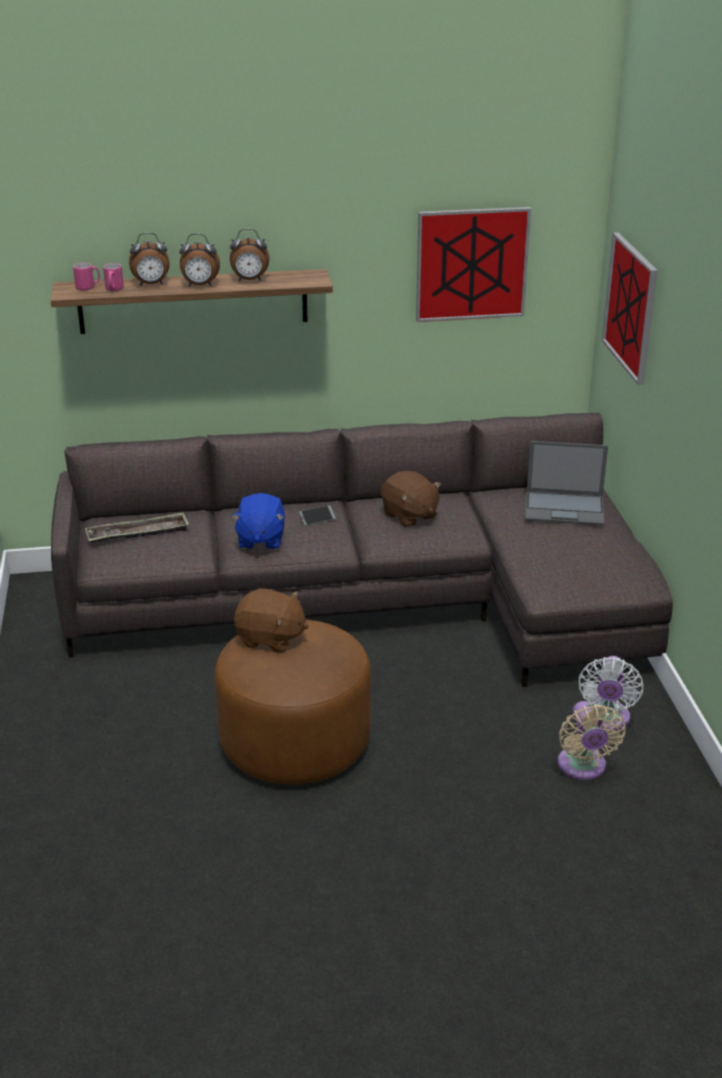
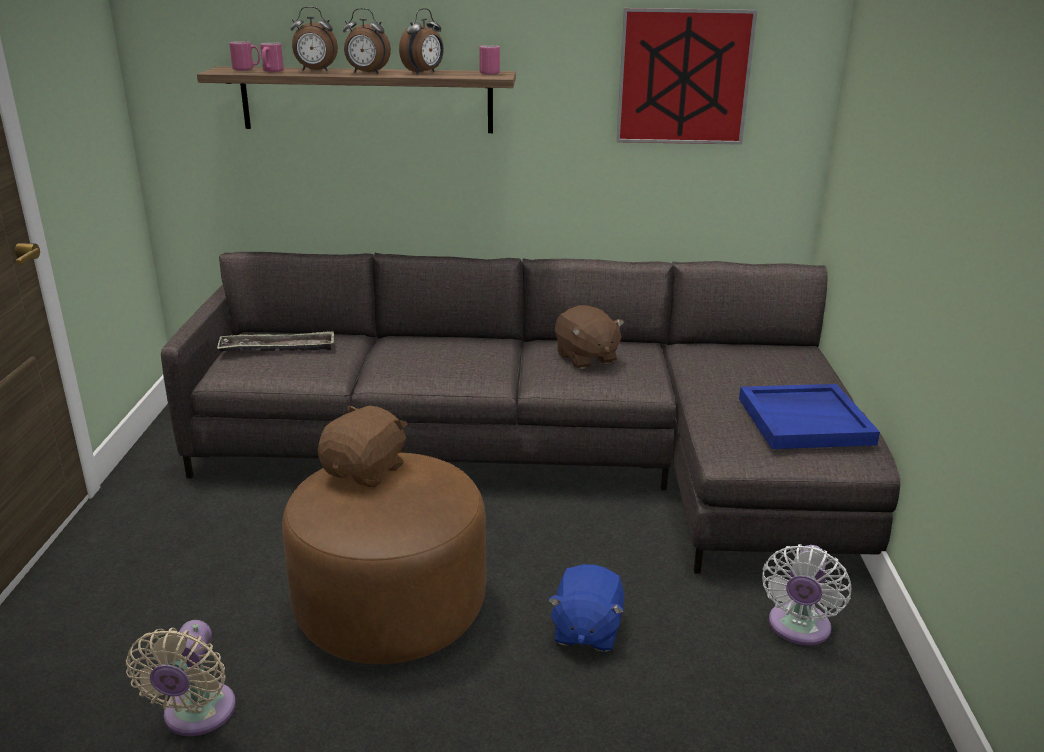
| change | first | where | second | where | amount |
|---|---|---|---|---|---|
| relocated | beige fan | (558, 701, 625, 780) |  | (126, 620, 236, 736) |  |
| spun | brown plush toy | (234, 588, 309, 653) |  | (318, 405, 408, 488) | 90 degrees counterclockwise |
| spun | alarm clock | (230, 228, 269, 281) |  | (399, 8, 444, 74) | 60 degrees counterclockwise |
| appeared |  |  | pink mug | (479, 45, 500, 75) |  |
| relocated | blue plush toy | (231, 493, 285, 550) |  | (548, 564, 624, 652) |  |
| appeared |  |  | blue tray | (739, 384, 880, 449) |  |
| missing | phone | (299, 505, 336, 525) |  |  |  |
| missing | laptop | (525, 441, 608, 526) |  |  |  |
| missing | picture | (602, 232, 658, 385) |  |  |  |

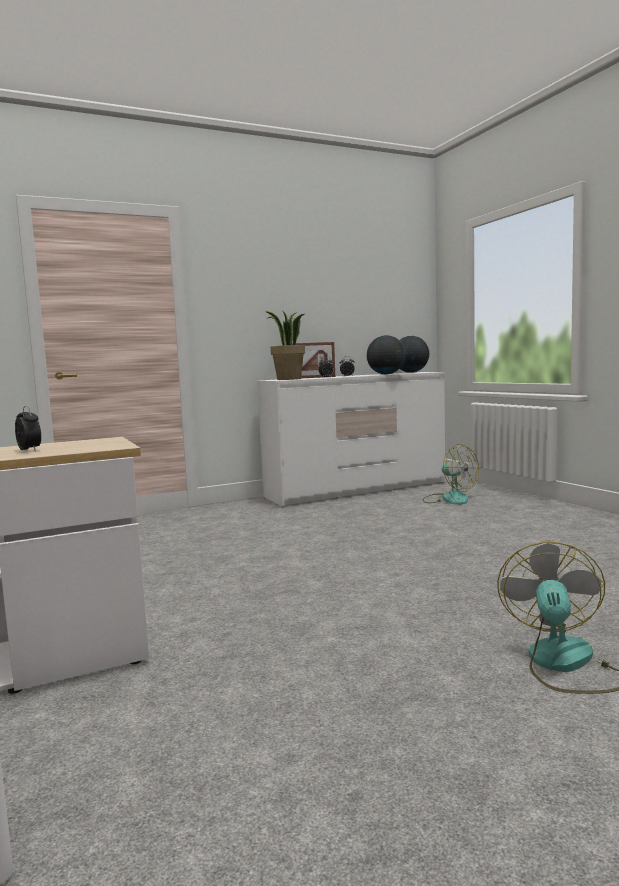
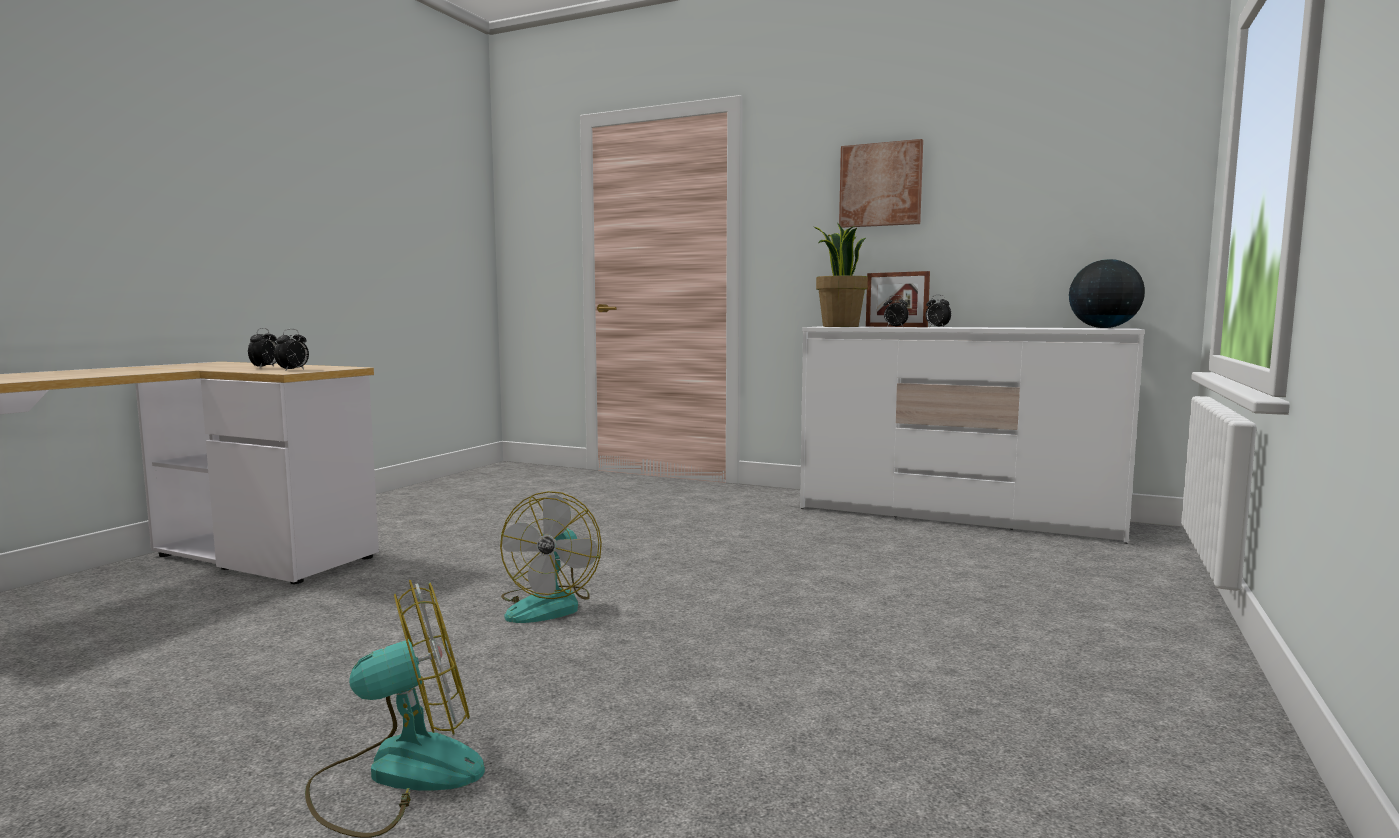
| change | first | where | second | where | amount |
|---|---|---|---|---|---|
| appeared |  |  | alarm clock | (274, 329, 309, 370) |  |
| relocated | fan | (422, 444, 479, 505) |  | (500, 491, 602, 623) |  |
| appeared |  |  | picture | (839, 139, 923, 228) |  |
| missing | globe | (367, 335, 406, 374) |  |  |  |

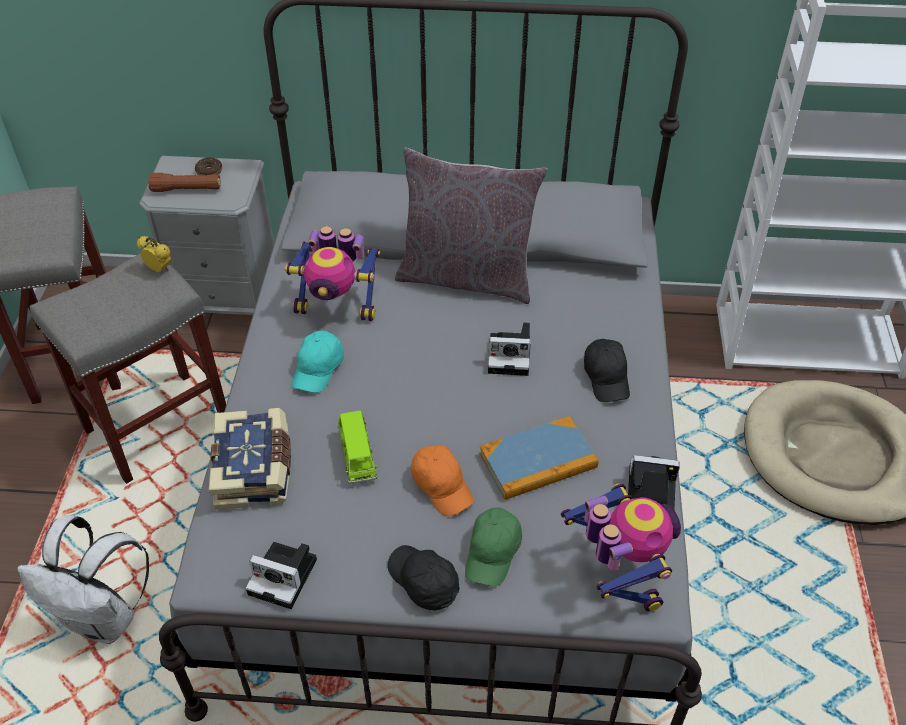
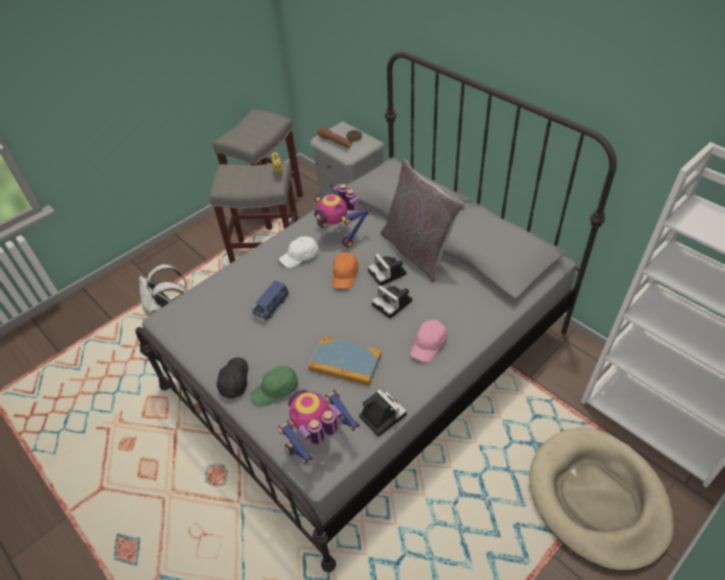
| change | first | where | second | where | amount |
|---|---|---|---|---|---|
| colour | green toy car | (338, 411, 378, 484) | blue toy car | (252, 281, 289, 321) |  |
| spun | toy robot | (561, 483, 681, 611) |  | (278, 390, 360, 464) | 150 degrees counterclockwise |
| colour | turquoise cap | (291, 331, 344, 393) | white cap | (279, 236, 318, 268) |  |
| relocated | orange cap | (411, 445, 474, 516) |  | (332, 252, 359, 289) |  |
| relocated | photo camera | (246, 542, 317, 609) |  | (368, 253, 407, 286) |  |
| colour | black cap | (584, 339, 630, 402) | pink cap | (410, 320, 447, 362) |  |
| missing | book | (209, 408, 291, 510) |  |  |  |

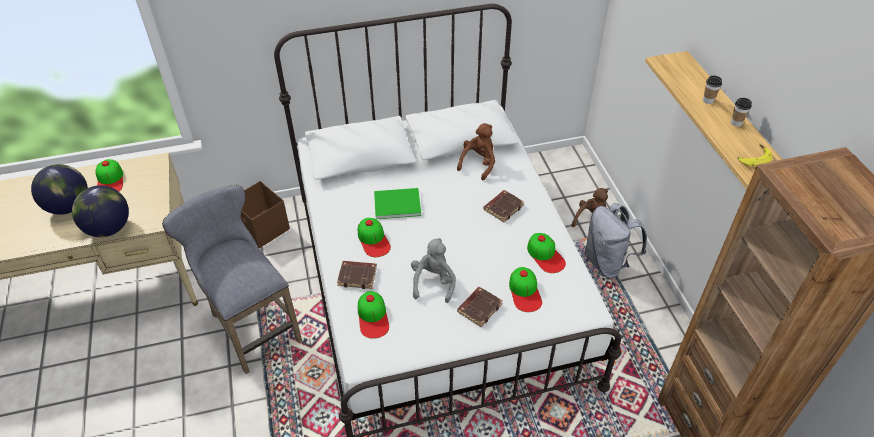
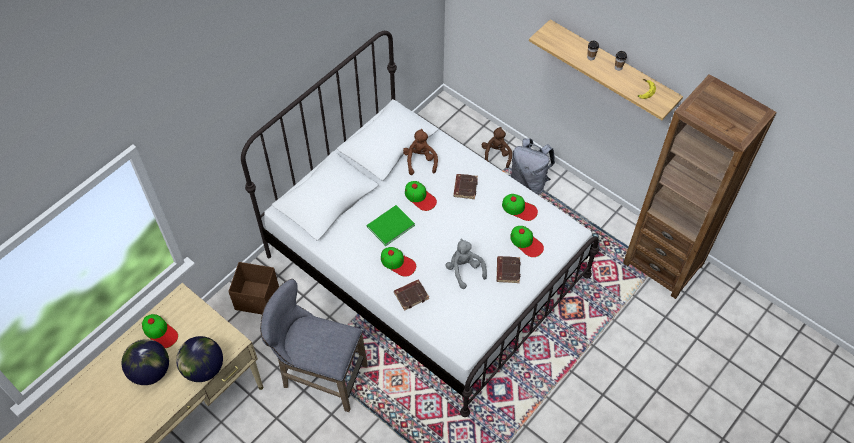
| change | first | where | second | where | amount |
|---|---|---|---|---|---|
| relocated | cap | (358, 291, 389, 339) |  | (405, 181, 437, 211) |  |

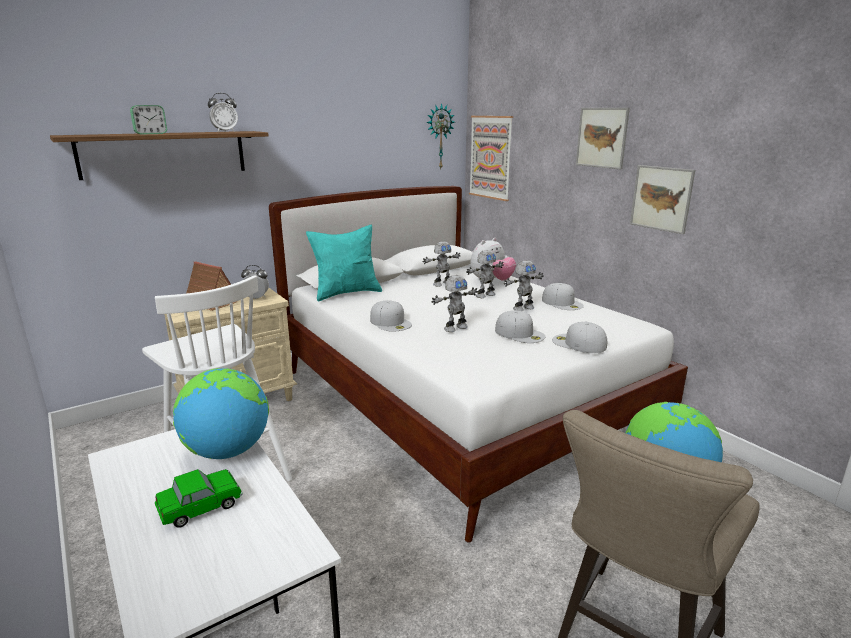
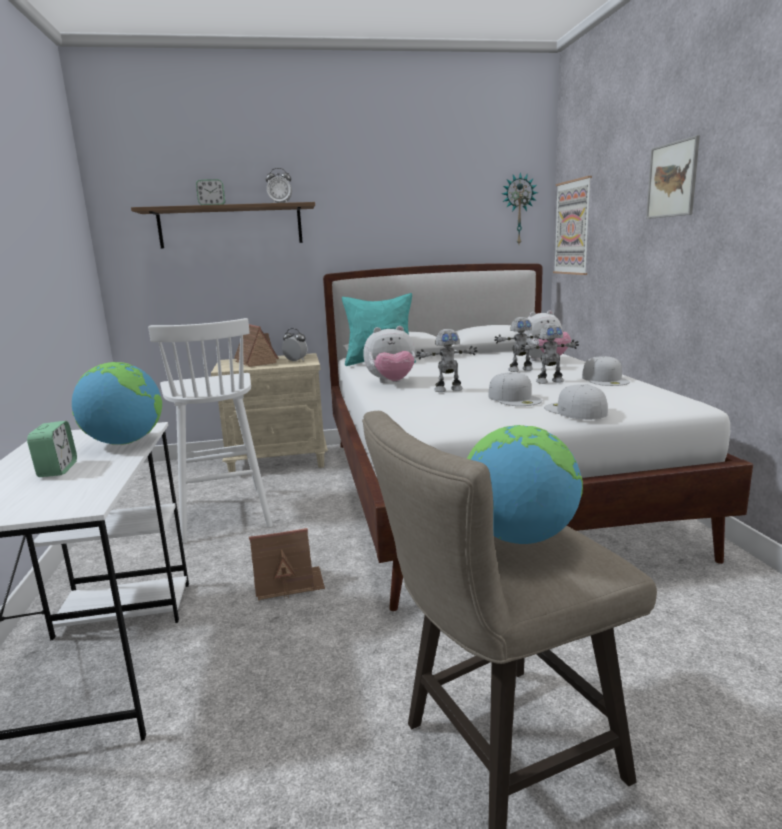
| change | first | where | second | where | amount |
|---|---|---|---|---|---|
| exchanged | toy car | (155, 469, 243, 528) | alarm clock | (27, 421, 77, 477) |  |
| appeared |  |  | toy house | (249, 528, 325, 600) |  |
| exchanged | white cap | (370, 300, 412, 332) | plush toy | (363, 326, 415, 383) |  |
| missing | toy robot | (422, 241, 461, 287) |  |  |  |
| missing | picture | (630, 165, 695, 234) |  |  |  |

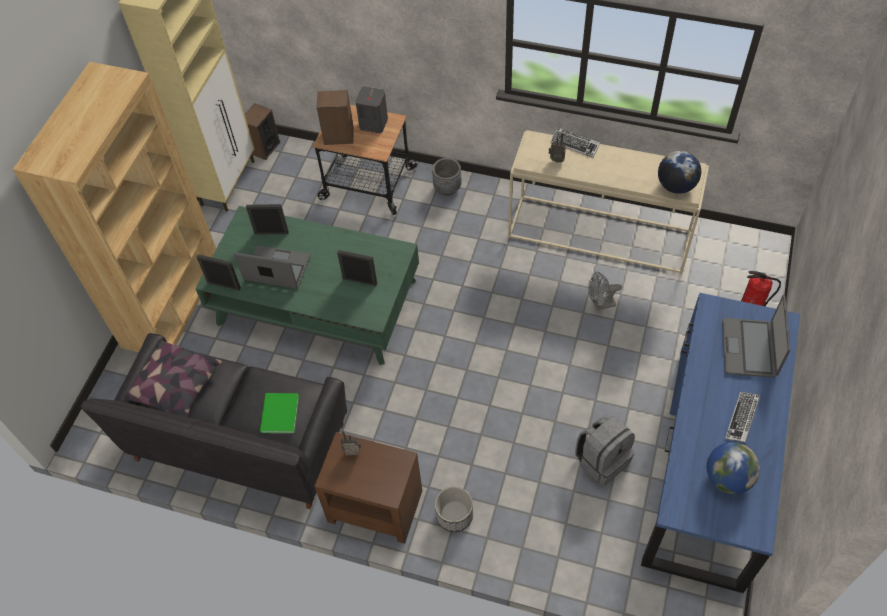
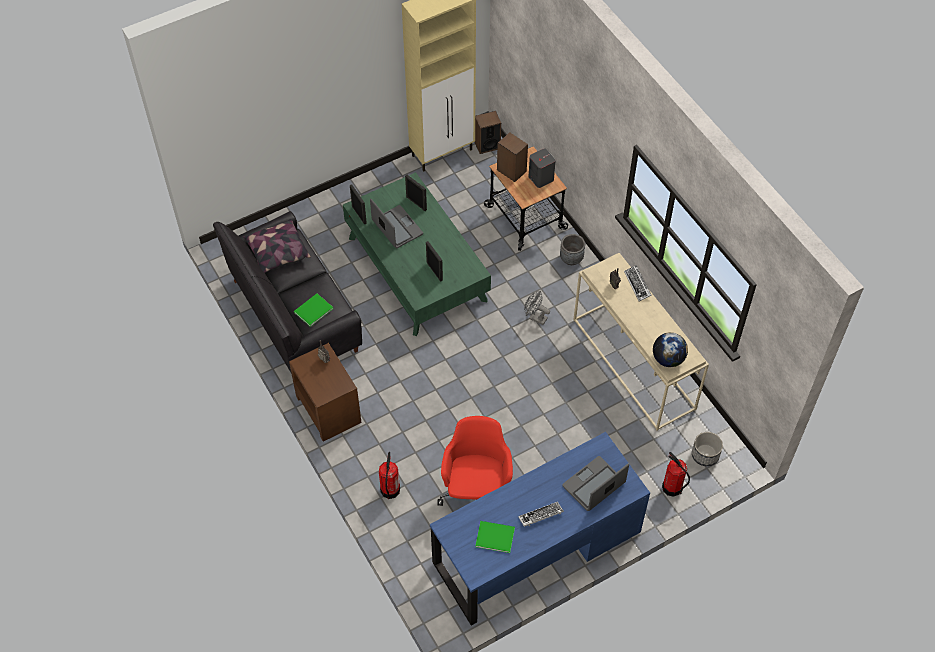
| change | first | where | second | where | amount |
|---|---|---|---|---|---|
| appeared |  |  | fire extinguisher | (379, 452, 400, 499) |  |
| exchanged | grey backpack | (575, 416, 635, 486) | red office chair | (437, 416, 513, 506) |  |
| exchanged | globe | (707, 442, 760, 494) | green book | (475, 521, 515, 553) |  |
| relocated | grey fan | (588, 272, 622, 311) |  | (524, 291, 550, 325) |  |
| relocated | planter | (435, 486, 473, 532) |  | (692, 432, 723, 466) |  |
| missing | brown bookcase | (13, 62, 216, 352) |  |  |  |

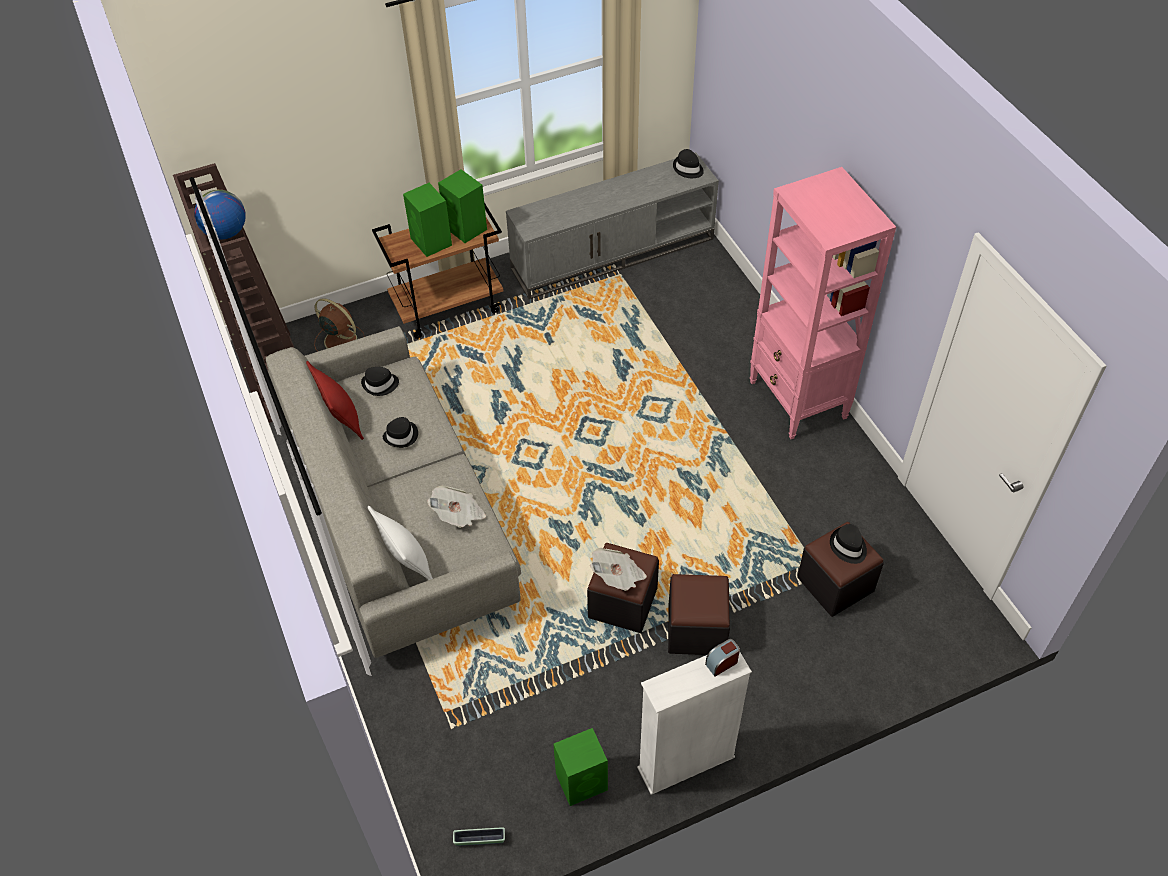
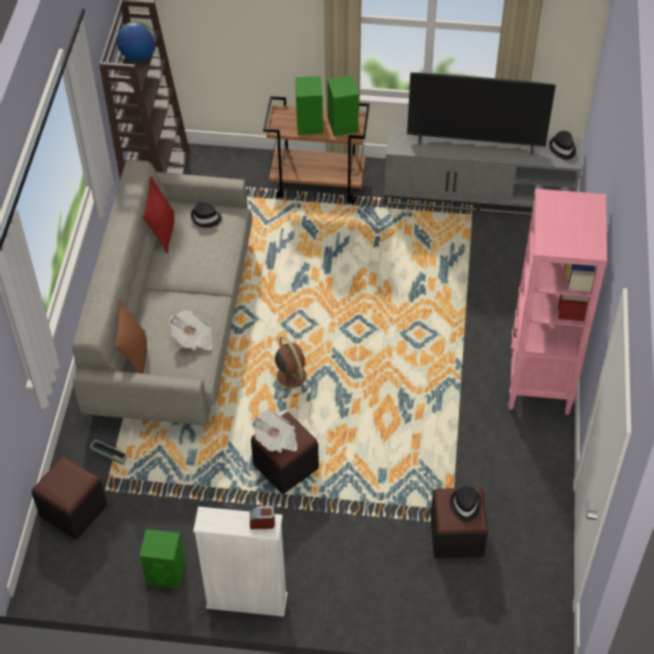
| change | first | where | second | where | amount |
|---|---|---|---|---|---|
| relocated | black ottoman | (668, 574, 730, 655) |  | (32, 456, 107, 540) |  |
| relocated | planter | (453, 827, 505, 846) |  | (90, 440, 127, 464) |  |
| colour | white pillow | (368, 506, 433, 580) | brown pillow | (116, 299, 147, 374) |  |
| relocated | brown fan | (314, 298, 365, 352) |  | (272, 336, 315, 397) |  |
| appeared |  |  | television | (407, 72, 556, 155) |  |
| missing | black hat | (383, 417, 418, 448) |  |  |  |

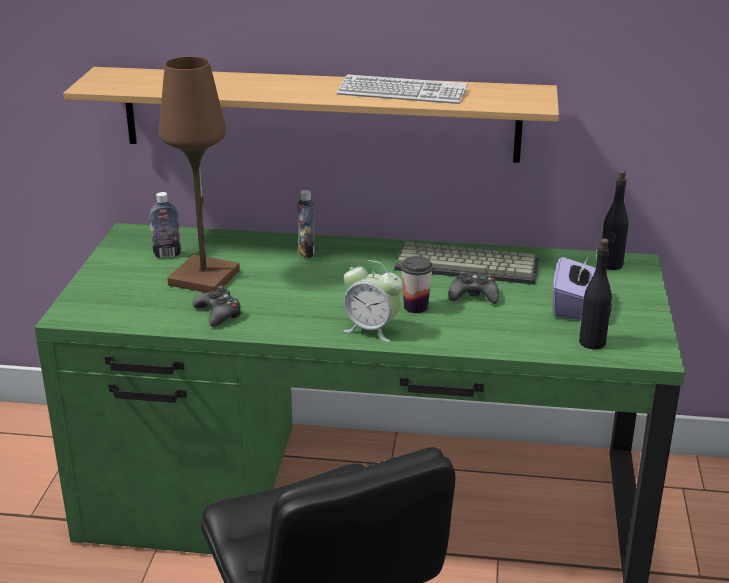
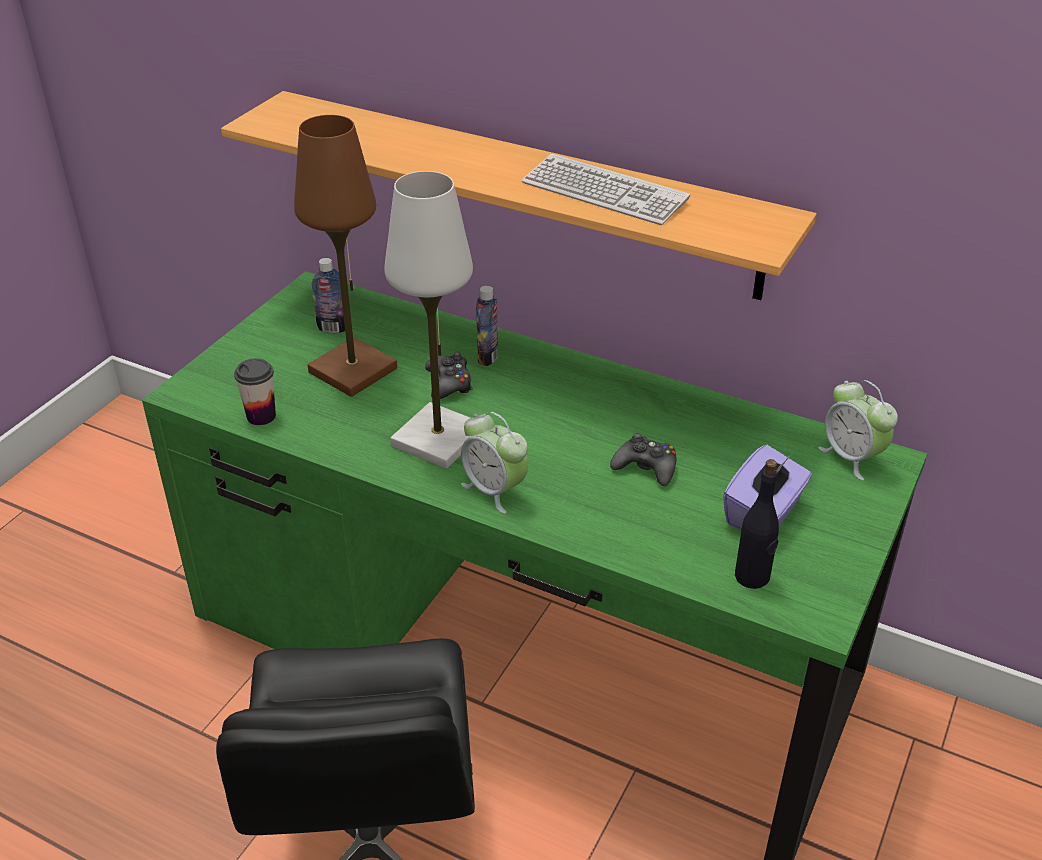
| change | first | where | second | where | amount |
|---|---|---|---|---|---|
| relocated | cup | (401, 256, 433, 313) |  | (234, 358, 276, 425) |  |
| appeared |  |  | white table lamp | (384, 171, 473, 469) |  |
| relocated | black game controller | (192, 286, 242, 326) |  | (425, 352, 473, 399) |  |
| exchanged | black bottle | (602, 170, 628, 270) | alarm clock | (818, 380, 898, 480) |  |
| missing | keyboard | (394, 242, 539, 285) |  |  |  |

